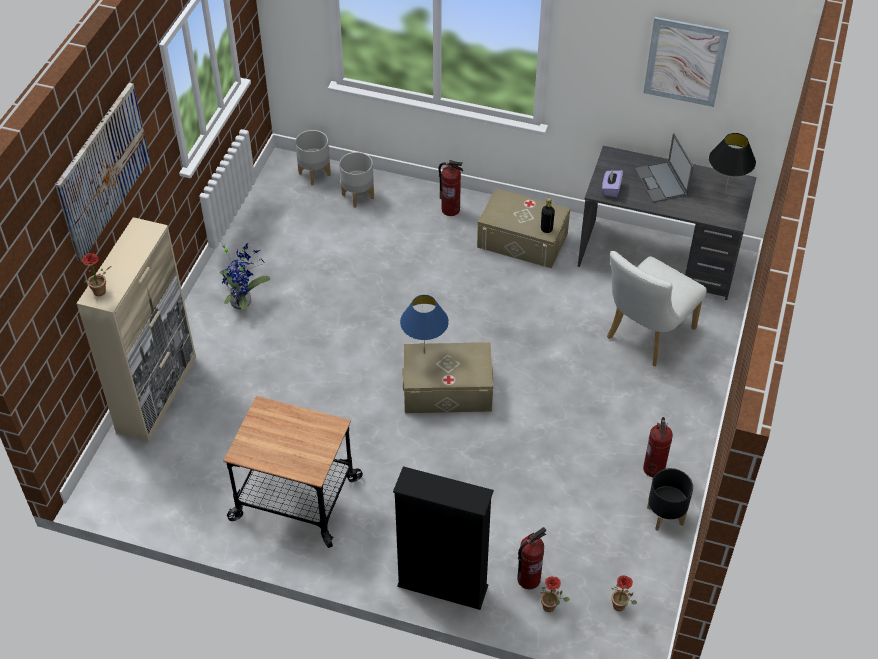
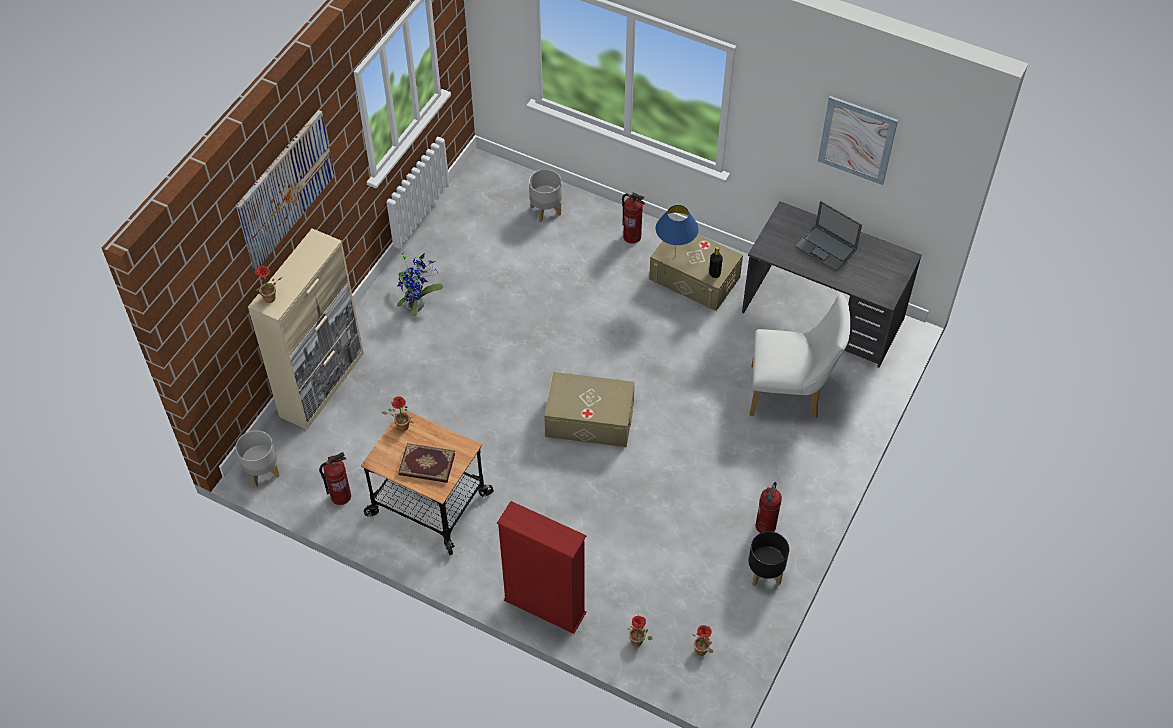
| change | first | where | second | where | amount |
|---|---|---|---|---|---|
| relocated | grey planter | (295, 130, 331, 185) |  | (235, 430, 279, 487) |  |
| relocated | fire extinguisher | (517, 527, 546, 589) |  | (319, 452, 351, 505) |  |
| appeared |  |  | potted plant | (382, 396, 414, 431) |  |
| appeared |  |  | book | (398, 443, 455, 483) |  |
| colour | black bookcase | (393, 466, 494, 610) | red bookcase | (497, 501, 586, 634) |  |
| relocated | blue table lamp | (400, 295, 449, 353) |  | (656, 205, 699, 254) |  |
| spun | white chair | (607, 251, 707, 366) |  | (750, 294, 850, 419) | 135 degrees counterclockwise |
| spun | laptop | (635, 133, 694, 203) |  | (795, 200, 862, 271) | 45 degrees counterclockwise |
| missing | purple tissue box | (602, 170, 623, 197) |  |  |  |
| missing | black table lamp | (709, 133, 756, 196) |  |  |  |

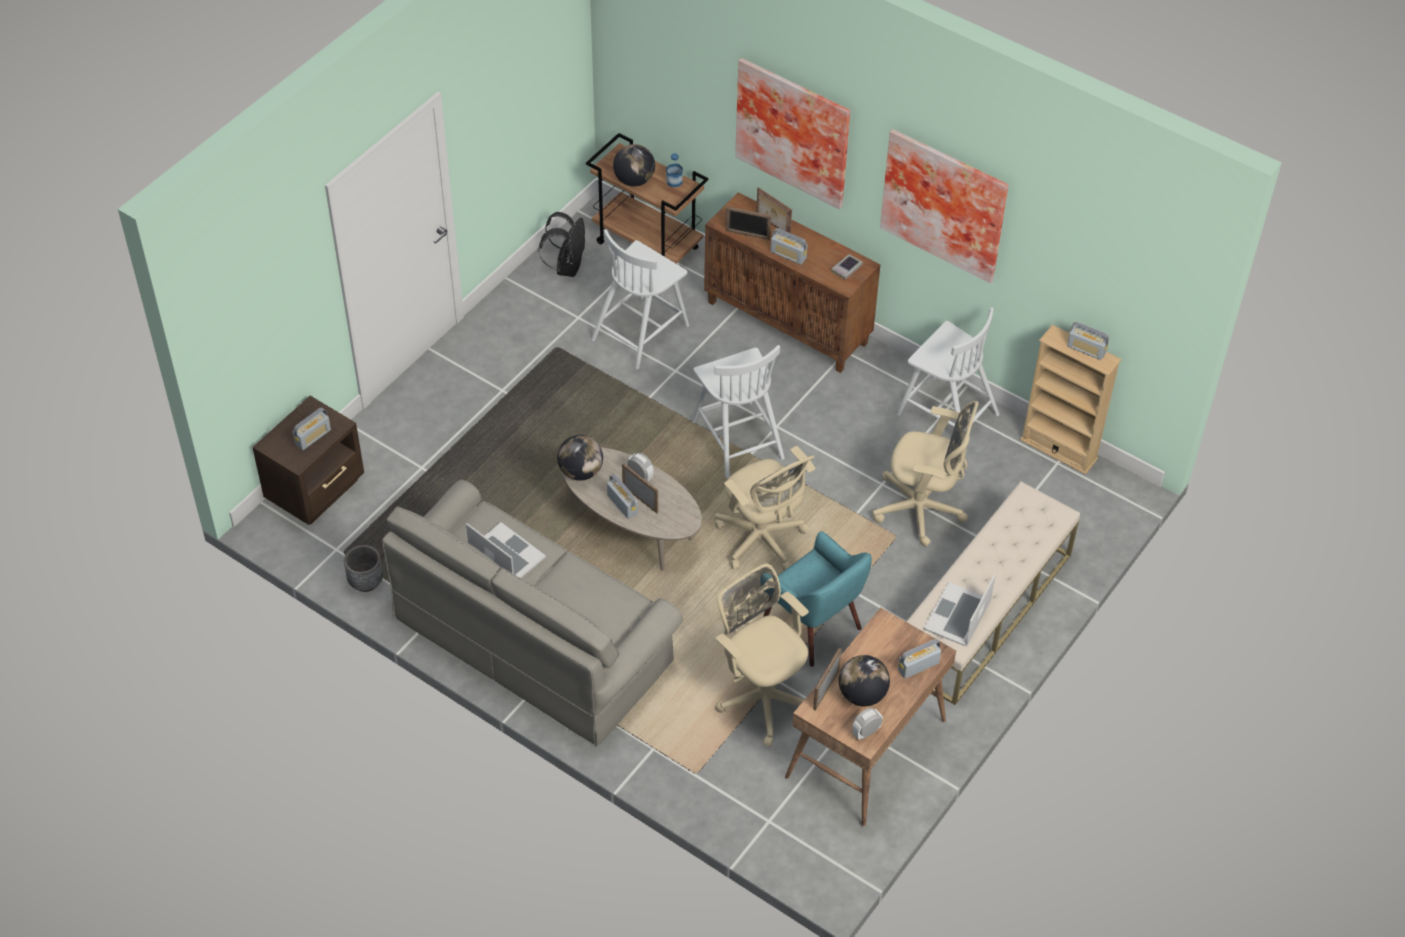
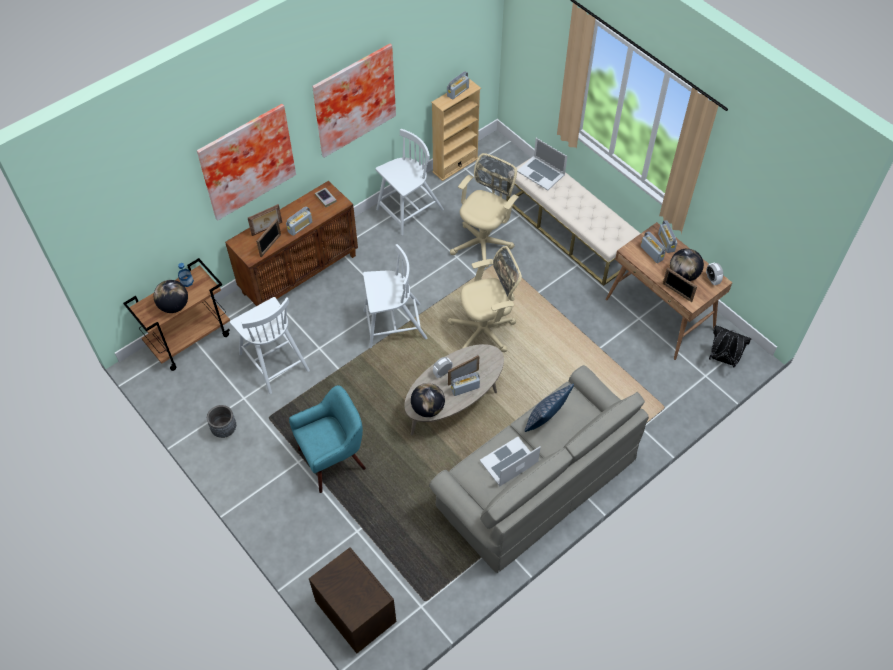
| change | first | where | second | where | amount |
|---|---|---|---|---|---|
| relocated | grey planter | (344, 545, 383, 592) |  | (207, 405, 236, 438) |  |
| relocated | turquoise armchair | (763, 531, 872, 667) |  | (289, 385, 366, 493) |  |
| relocated | laptop | (924, 574, 996, 647) |  | (517, 138, 567, 191) |  |
| appeared |  |  | pillow | (524, 384, 574, 432) |  |
| relocated | radio | (293, 408, 331, 450) |  | (641, 231, 666, 263) |  |
| relocated | black backpack | (538, 212, 586, 277) |  | (709, 326, 752, 368) |  |
| missing | beige office chair | (715, 563, 809, 747) |  |  |  |

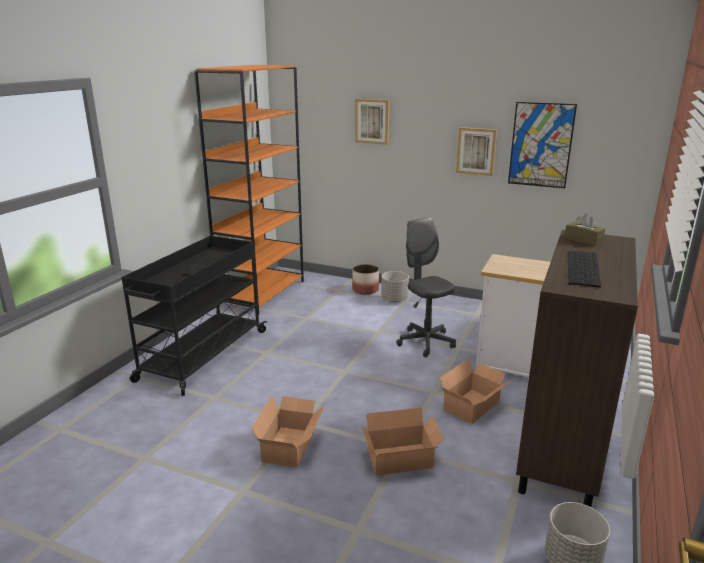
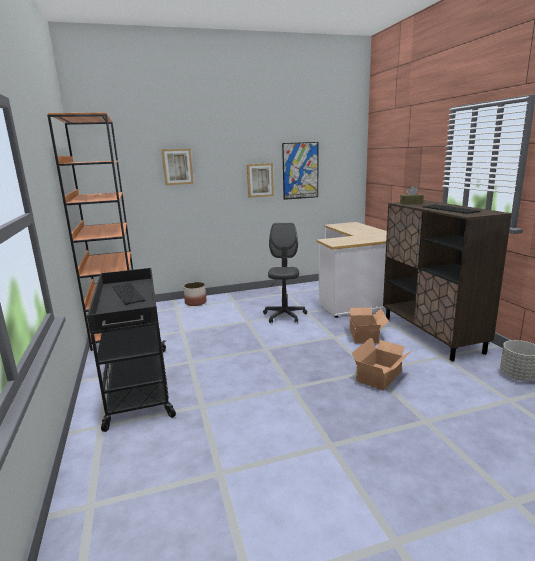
| change | first | where | second | where | amount |
|---|---|---|---|---|---|
| spun | grey office chair | (397, 218, 456, 357) |  | (263, 222, 307, 323) | 75 degrees clockwise |
| missing | cardboard box | (252, 396, 325, 468) |  |  |  |
| missing | grey planter | (381, 271, 409, 302) |  |  |  |

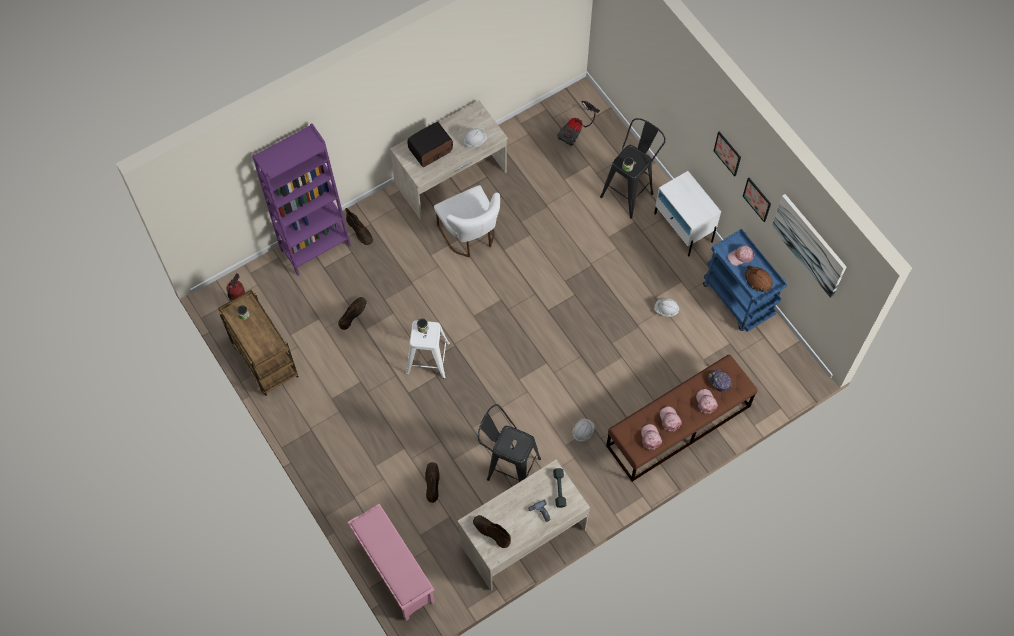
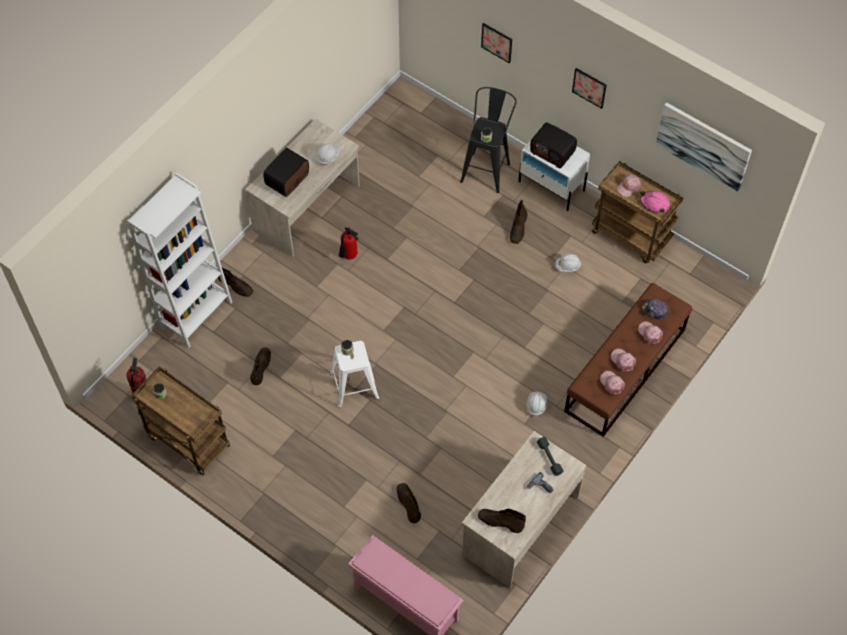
| change | first | where | second | where | amount |
|---|---|---|---|---|---|
| colour | purple bookcase | (252, 123, 351, 275) | white bookcase | (127, 172, 232, 348) |  |
| exchanged | white chair | (434, 185, 500, 257) | fire extinguisher | (339, 227, 358, 259) |  |
| relocated | picture | (743, 178, 771, 222) |  | (481, 23, 512, 64) |  |
| appeared |  |  | brown boot | (510, 200, 527, 244) |  |
| appeared |  |  | radio | (530, 122, 577, 169) |  |
| colour | blue cart | (703, 229, 787, 332) | brown cart | (592, 161, 684, 263) |  |
| colour | brown hard hat | (745, 265, 773, 292) | pink hard hat | (640, 191, 670, 213) |  |
| missing | black stool | (478, 404, 541, 482) |  |  |  |
| missing | vacuum cleaner | (557, 101, 600, 146) |  |  |  |

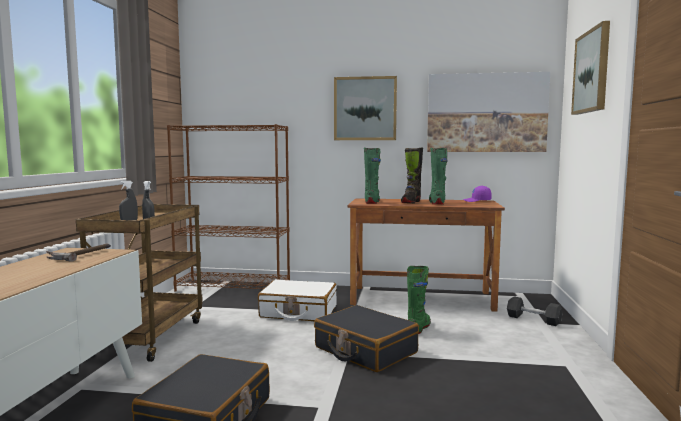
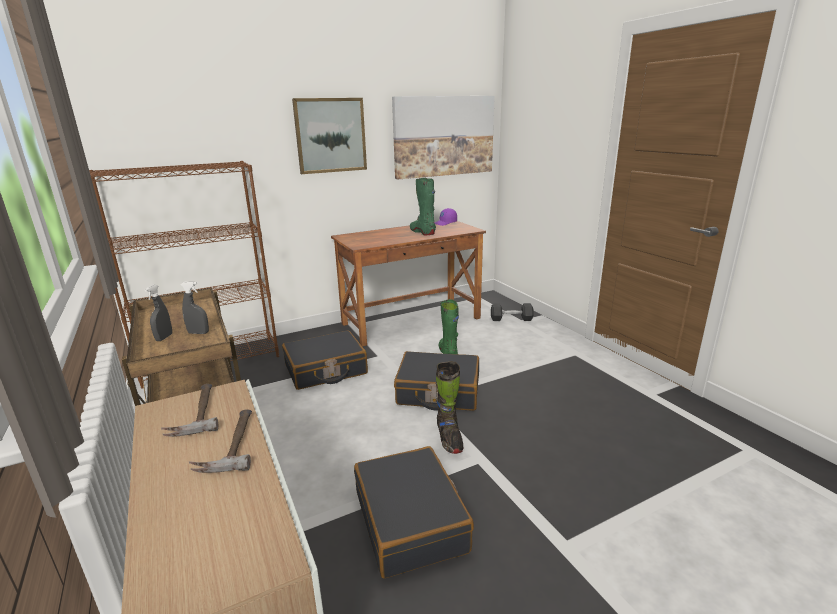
| change | first | where | second | where | amount |
|---|---|---|---|---|---|
| appeared |  |  | hammer | (189, 410, 252, 473) |  |
| colour | white suitcase | (258, 279, 337, 321) | black suitcase | (282, 330, 368, 390) |  |
| relocated | black boot | (401, 147, 423, 203) |  | (436, 361, 464, 454) |  |
| missing | green boot | (364, 148, 381, 204) |  |  |  |
| missing | picture | (571, 21, 610, 115) |  |  |  |

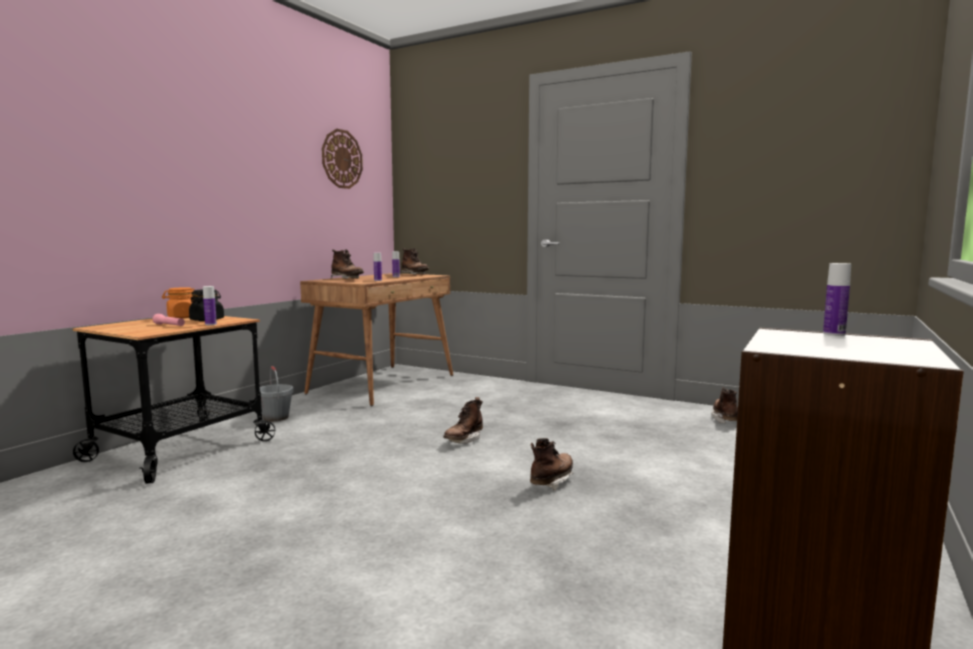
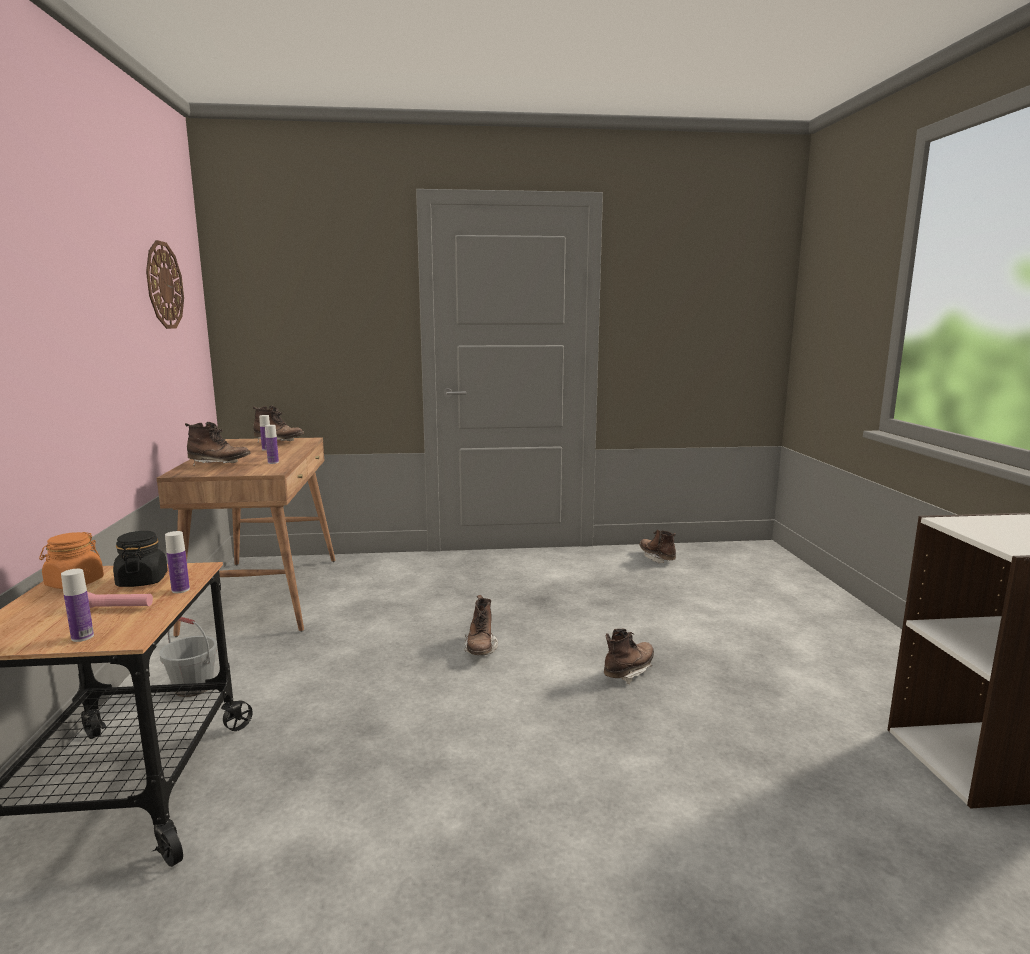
| change | first | where | second | where | amount |
|---|---|---|---|---|---|
| relocated | bottle | (823, 263, 851, 336) |  | (61, 569, 94, 642) |  |
| spun | brown boot | (530, 438, 573, 490) |  | (604, 629, 654, 684) | 45 degrees clockwise |

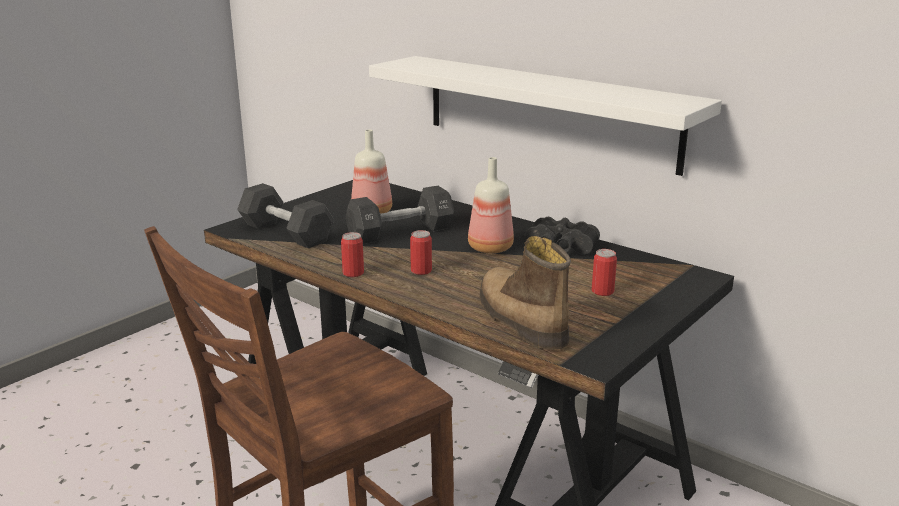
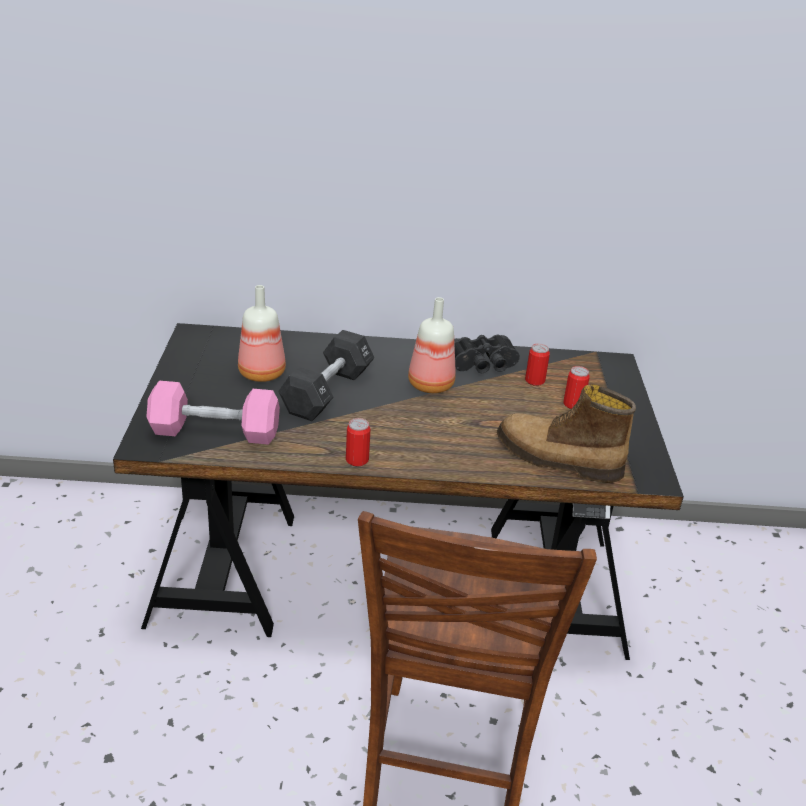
| change | first | where | second | where | amount |
|---|---|---|---|---|---|
| colour | black dumbbell | (237, 183, 334, 248) | pink dumbbell | (146, 381, 280, 445) |  |
| relocated | can | (410, 230, 432, 275) |  | (525, 344, 550, 386) |  |
| missing | white shelf | (369, 56, 722, 176) |  |  |  |

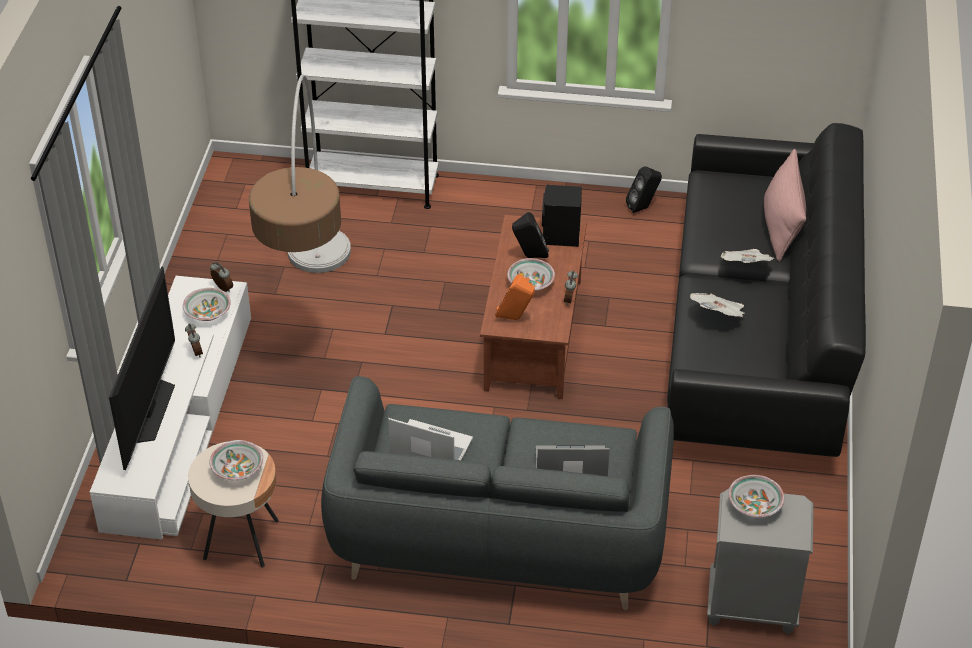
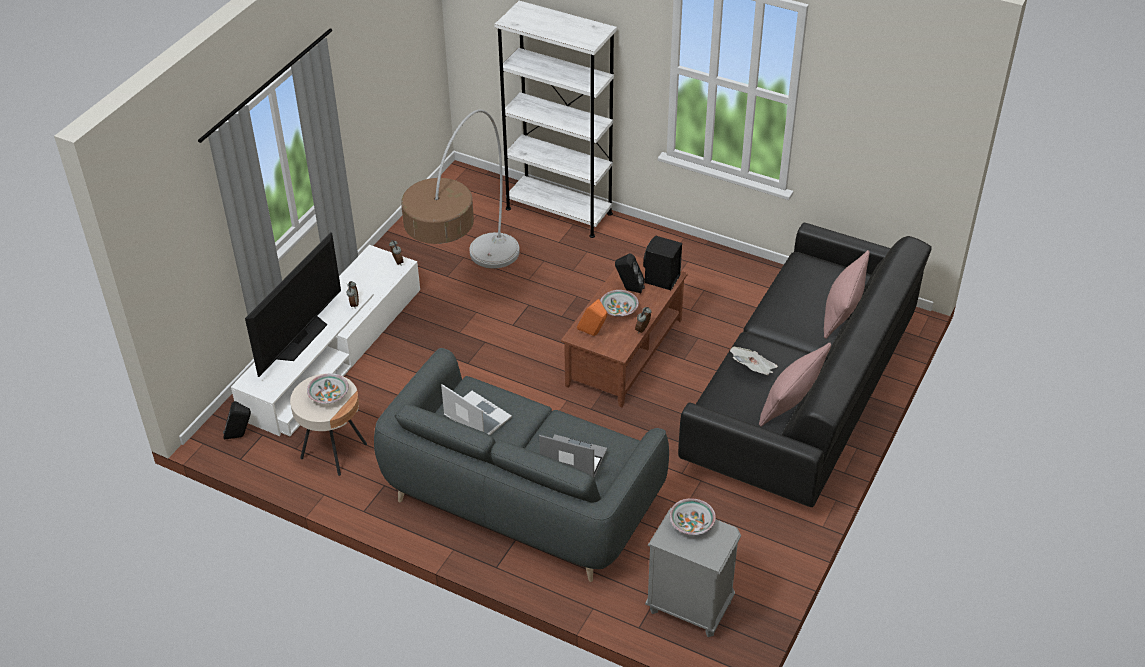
| change | first | where | second | where | amount |
|---|---|---|---|---|---|
| relocated | black speaker | (626, 166, 662, 213) |  | (223, 401, 251, 439) |  |
| appeared |  |  | pink pillow | (759, 343, 831, 427) |  |
| missing | bowl | (183, 288, 231, 321) |  |  |  |
| missing | newspaper | (721, 249, 774, 263) |  |  |  |

